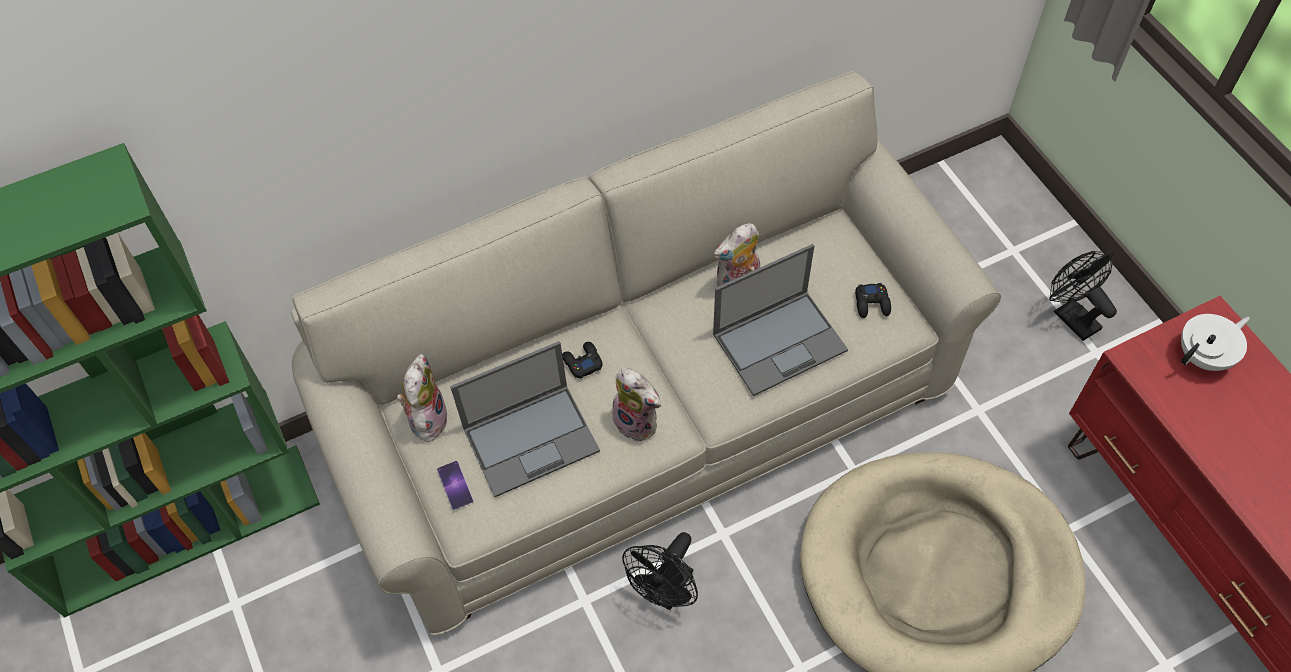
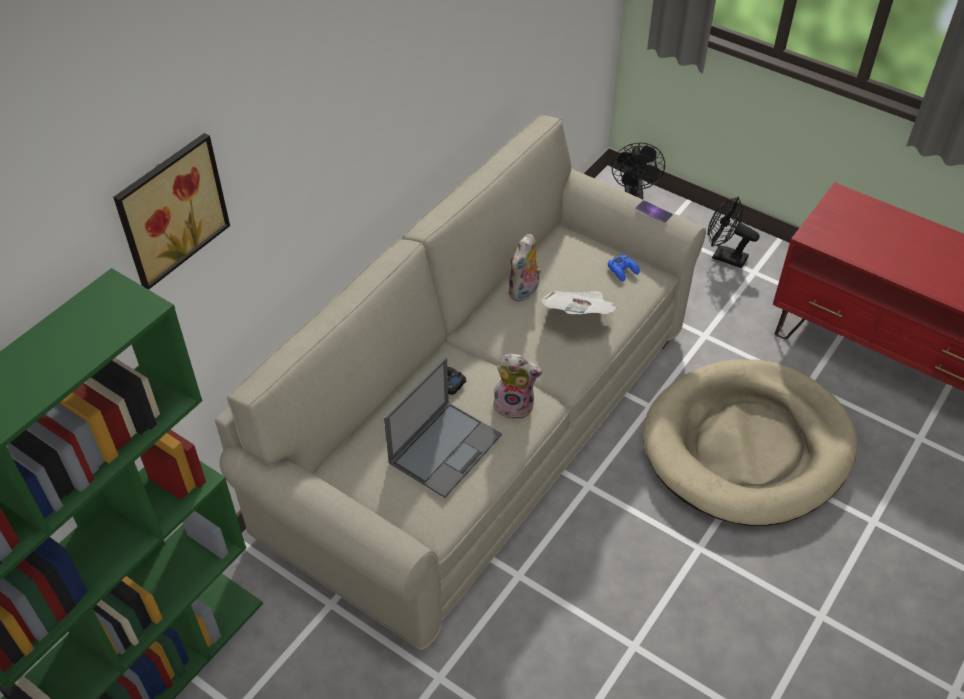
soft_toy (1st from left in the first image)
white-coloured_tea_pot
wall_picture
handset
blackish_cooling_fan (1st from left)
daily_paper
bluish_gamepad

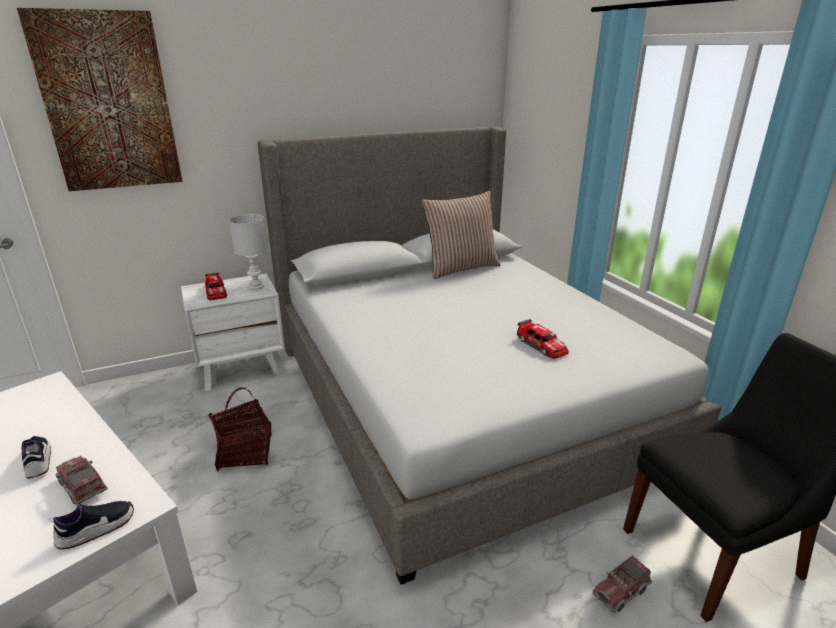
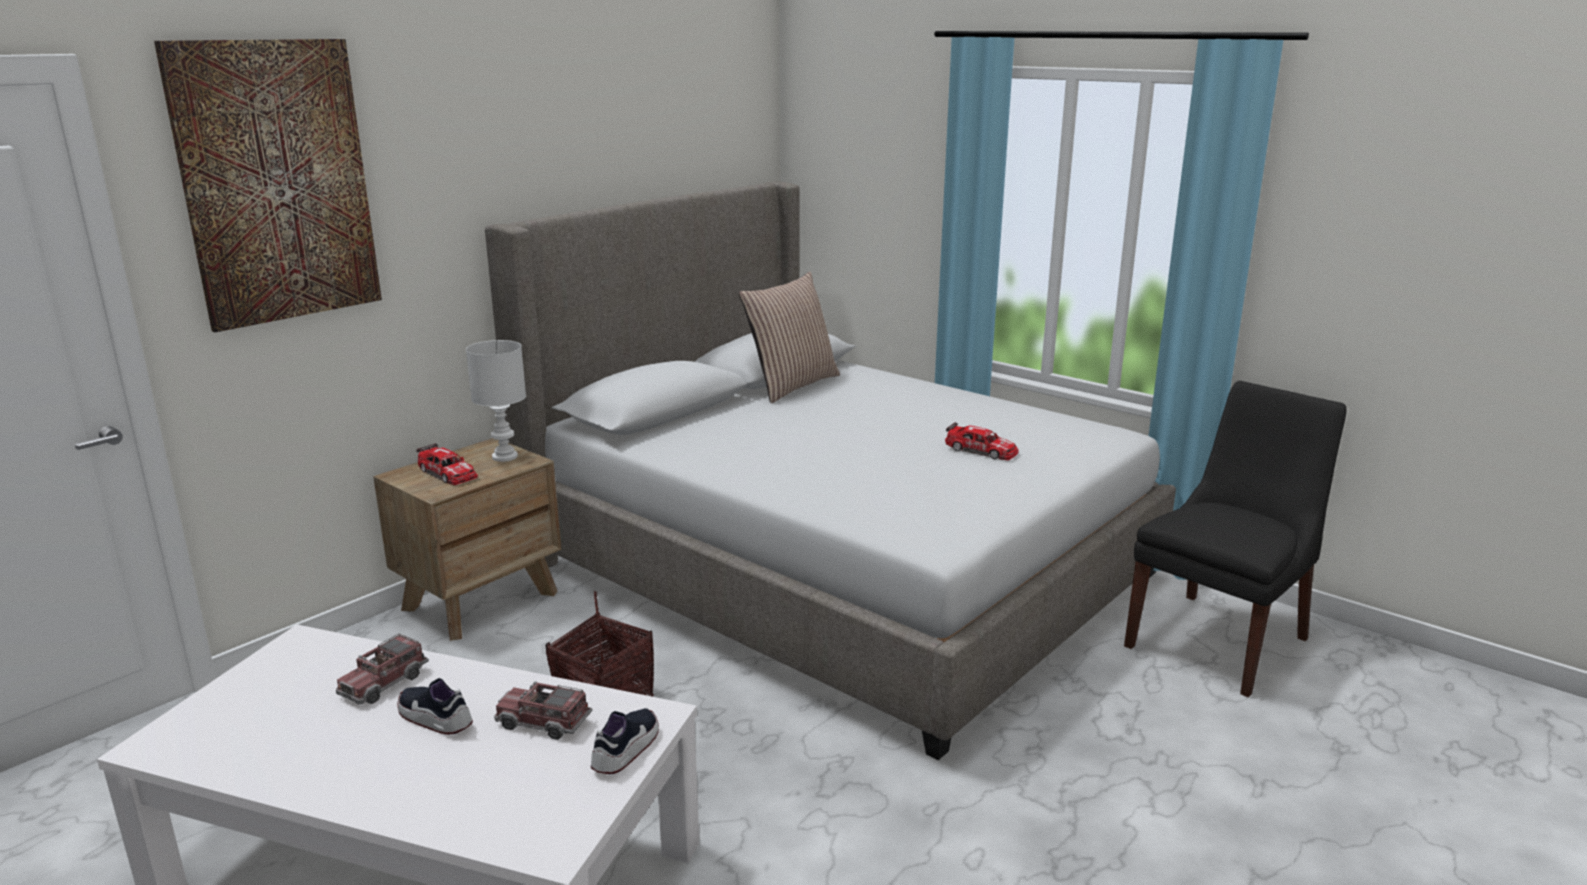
model_truck (1st from left)
brown-coloured_nightstand

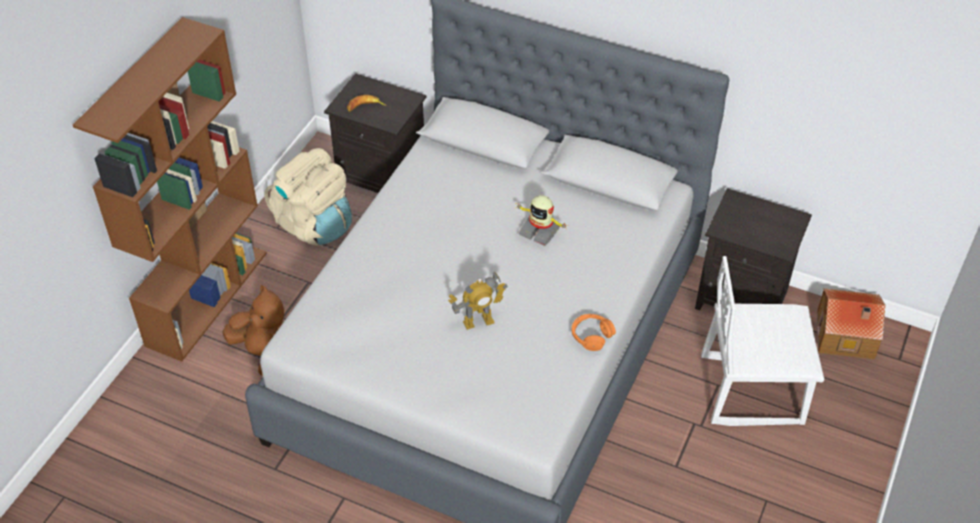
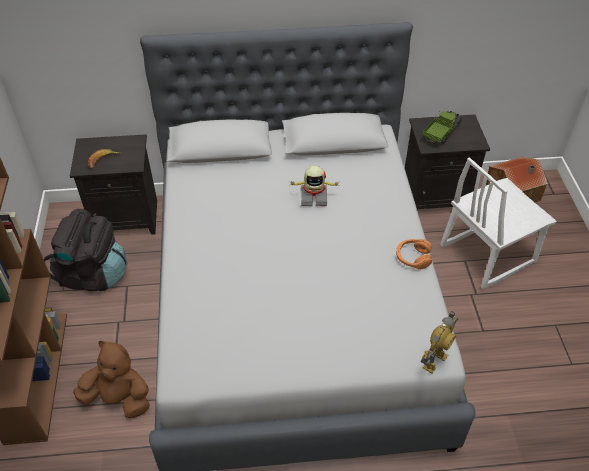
model_truck
robot_figure (2nd from left)
blackish_backpack

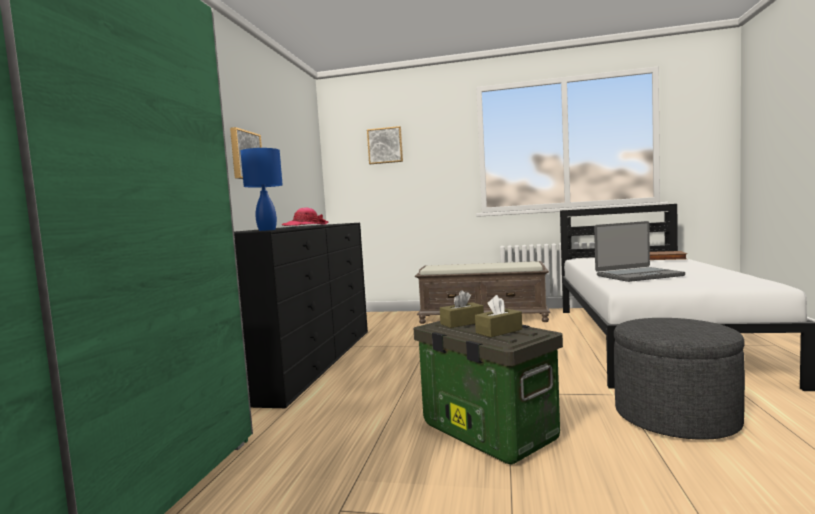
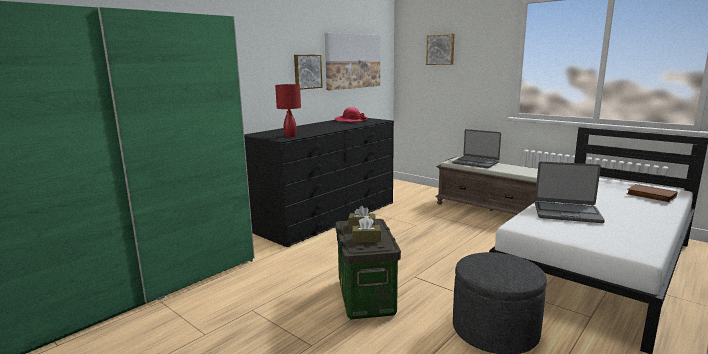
wall_picture (2nd from left)
portable_computer (1st from left)
red-coloured_tabletop_lamp

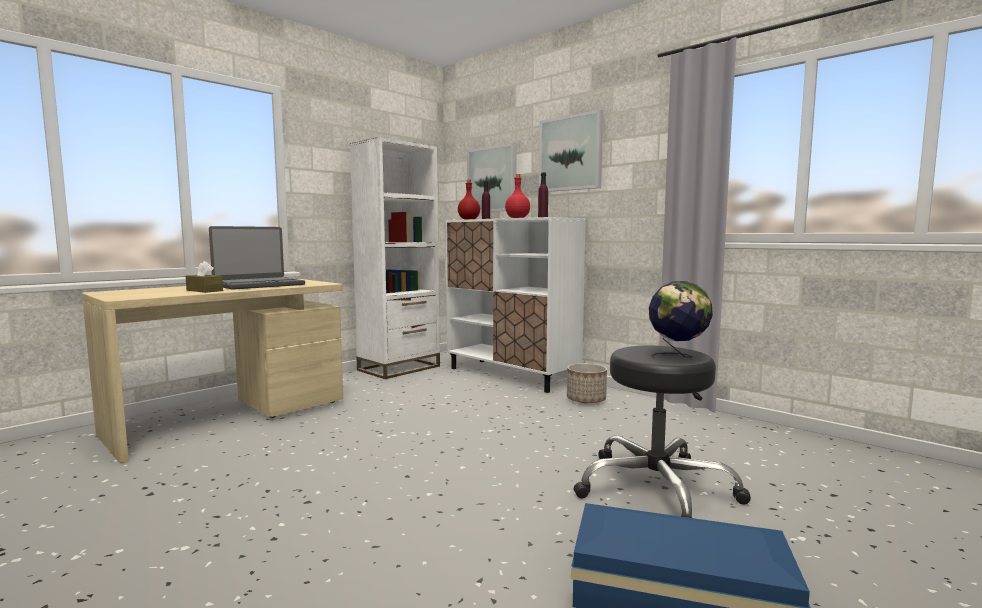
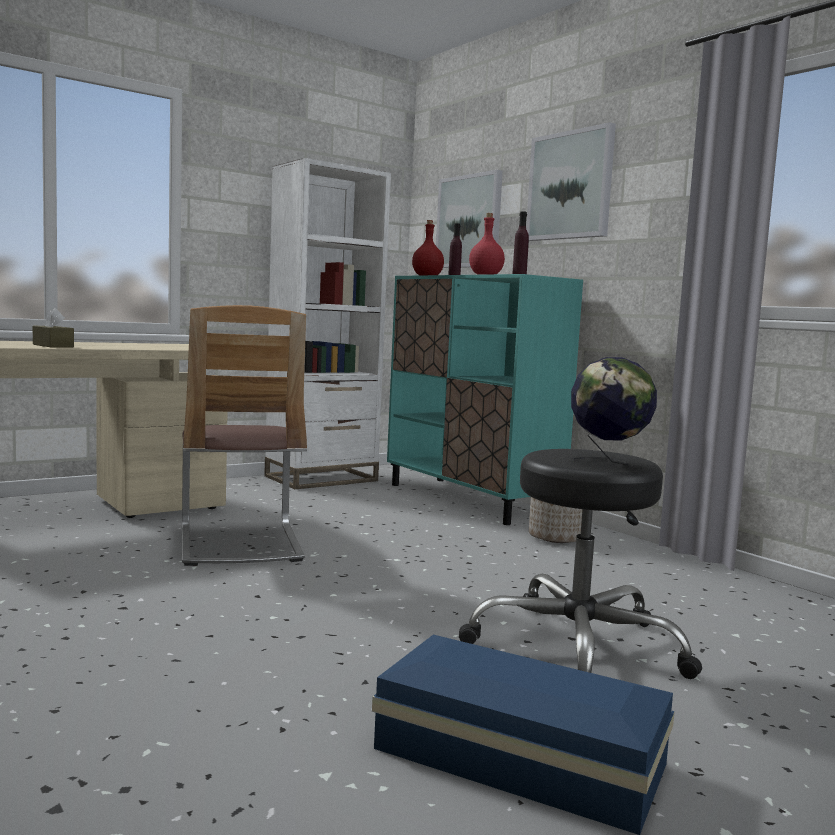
portable_computer
upright_chair
blue-green_cupboard

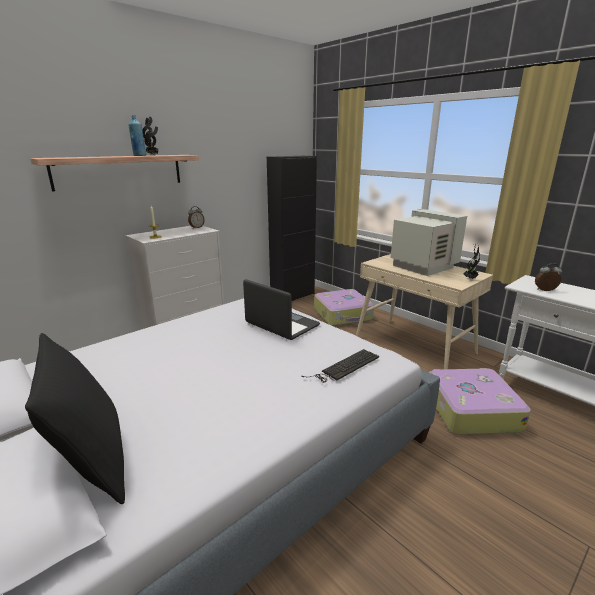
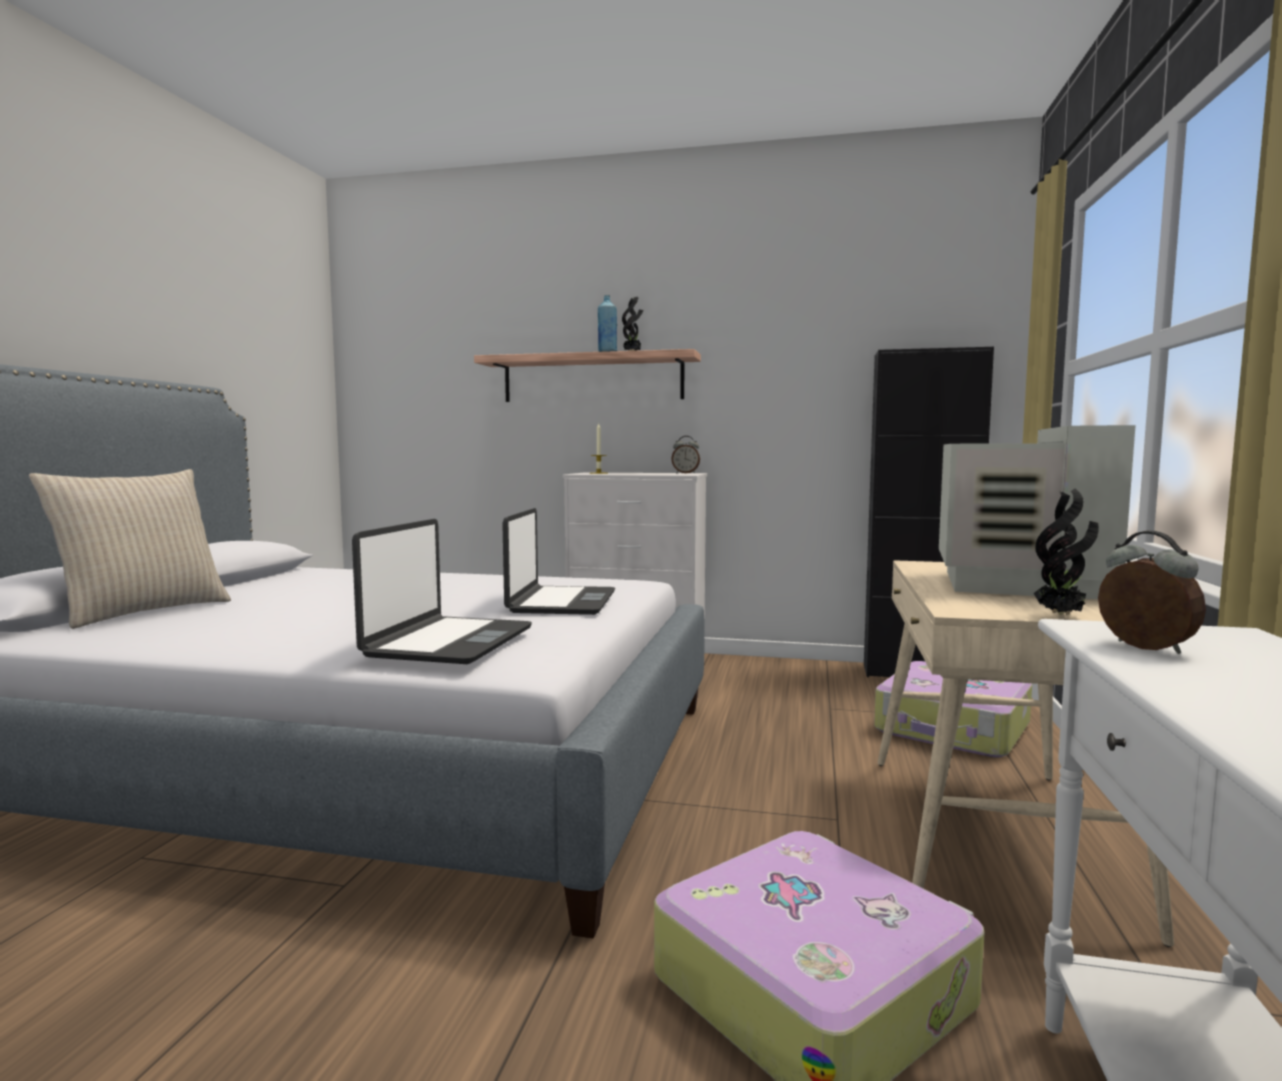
portable_computer (1st from left)
sand-coloured_cushion

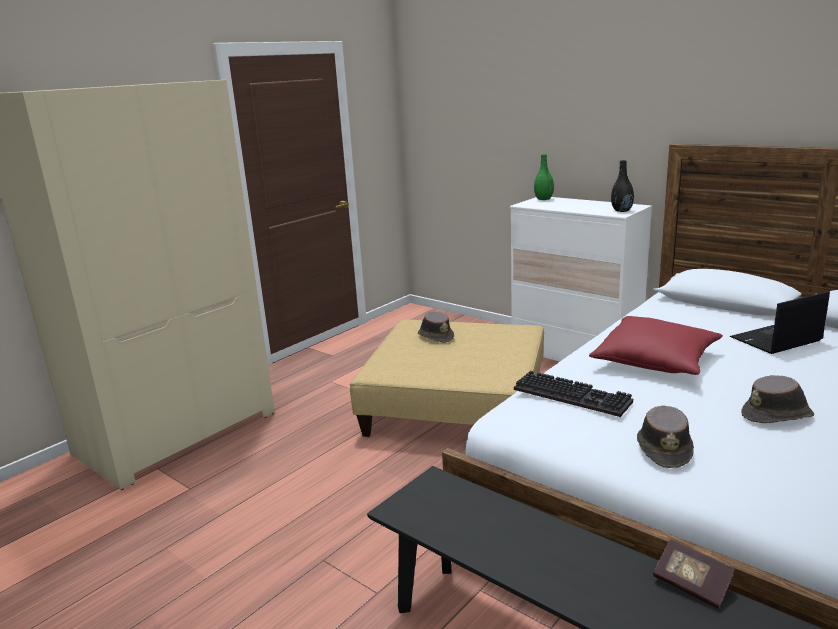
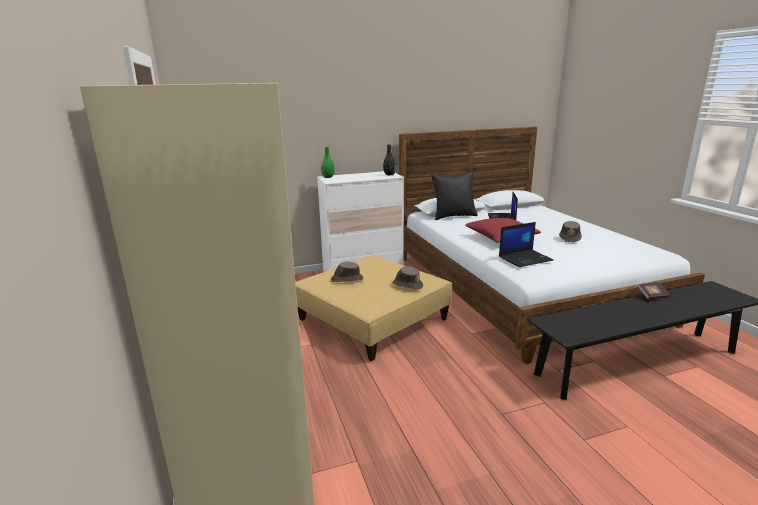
blackish_cushion
brown-coloured_hat (2nd from left)
portable_computer (2nd from left)

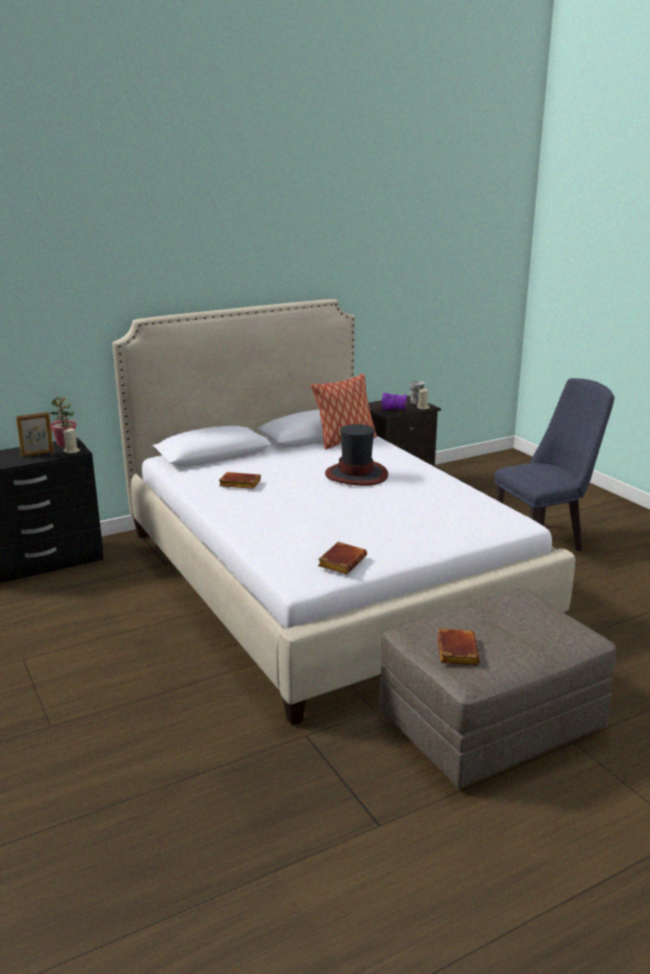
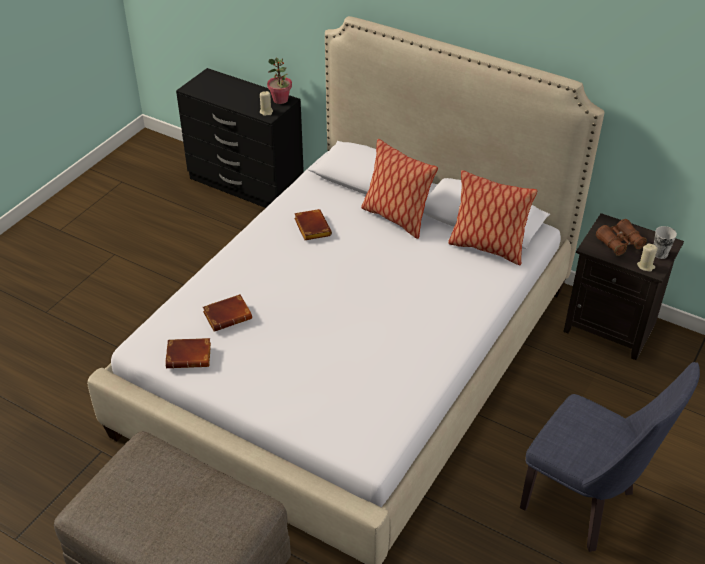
standing_frame
hat
cushion (1st from left)
brown-coloured_volume (2nd from left)
brown-coloured_pair_of_binoculars

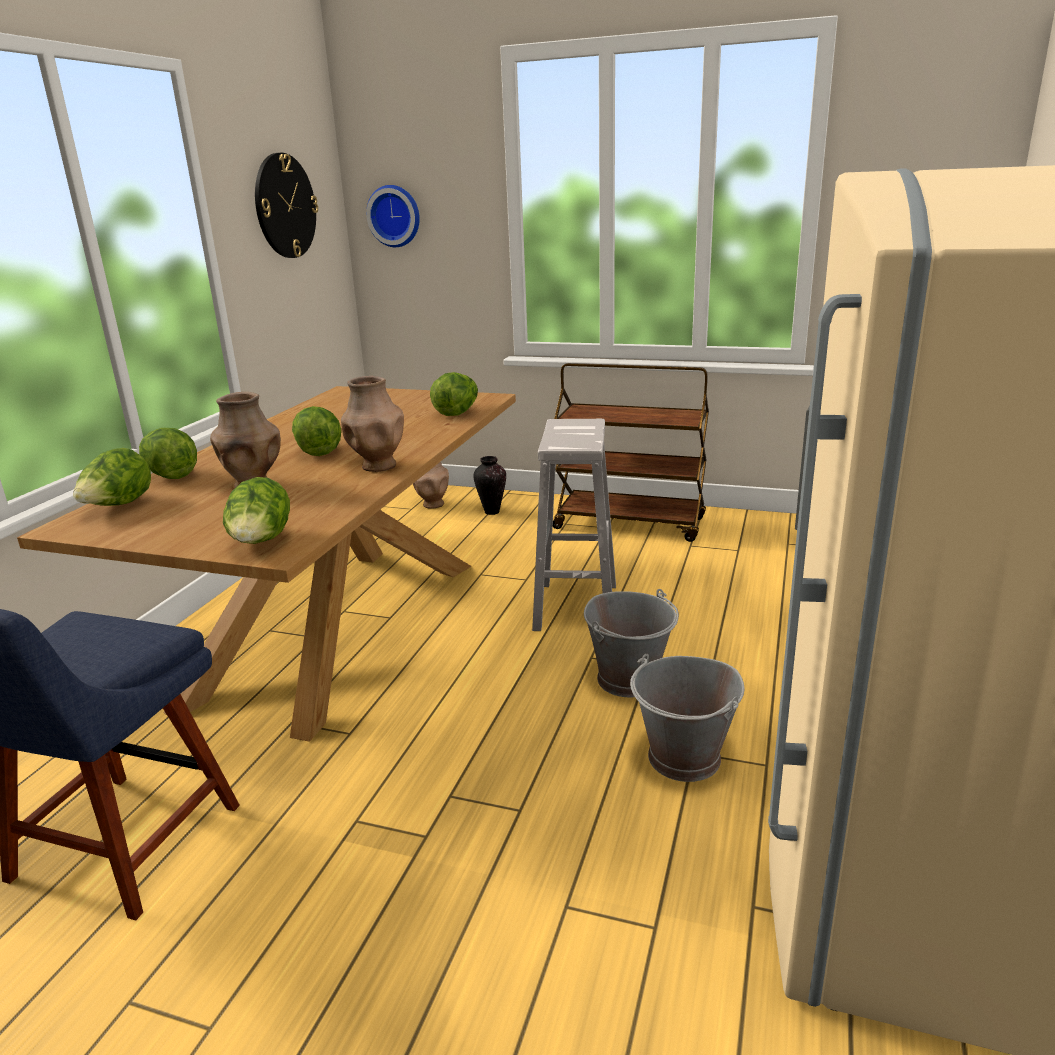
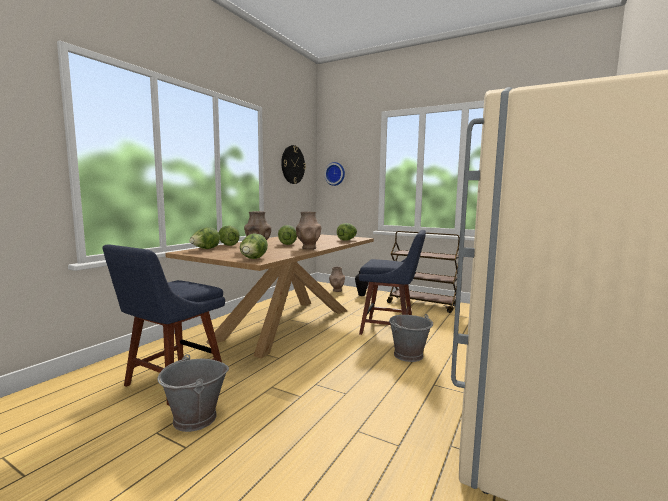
grey_bucket (1st from left)
bluish_upright_chair (2nd from left)

